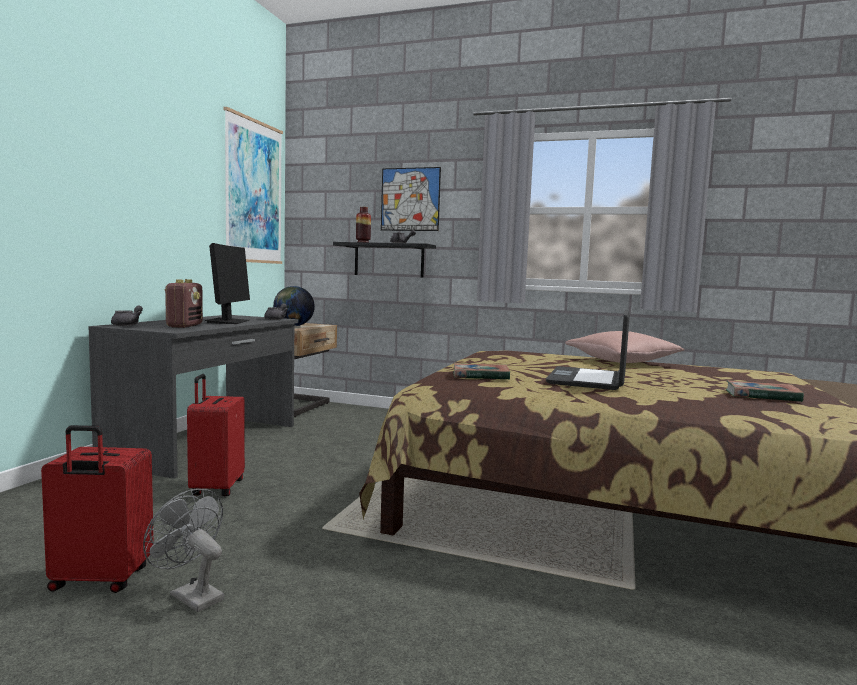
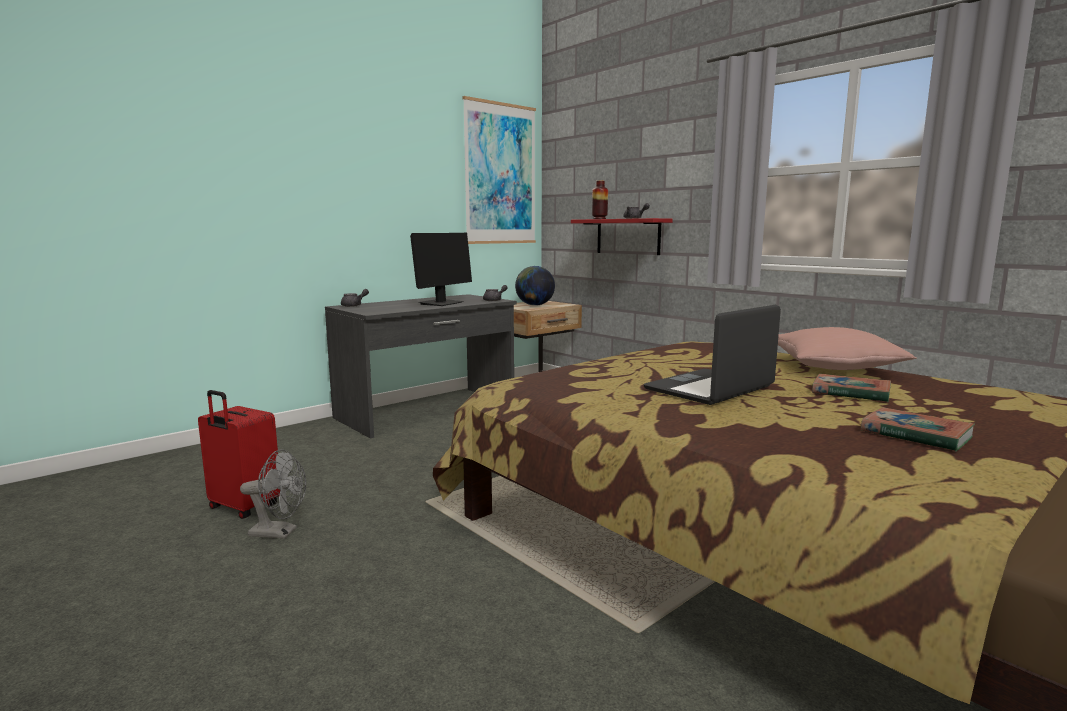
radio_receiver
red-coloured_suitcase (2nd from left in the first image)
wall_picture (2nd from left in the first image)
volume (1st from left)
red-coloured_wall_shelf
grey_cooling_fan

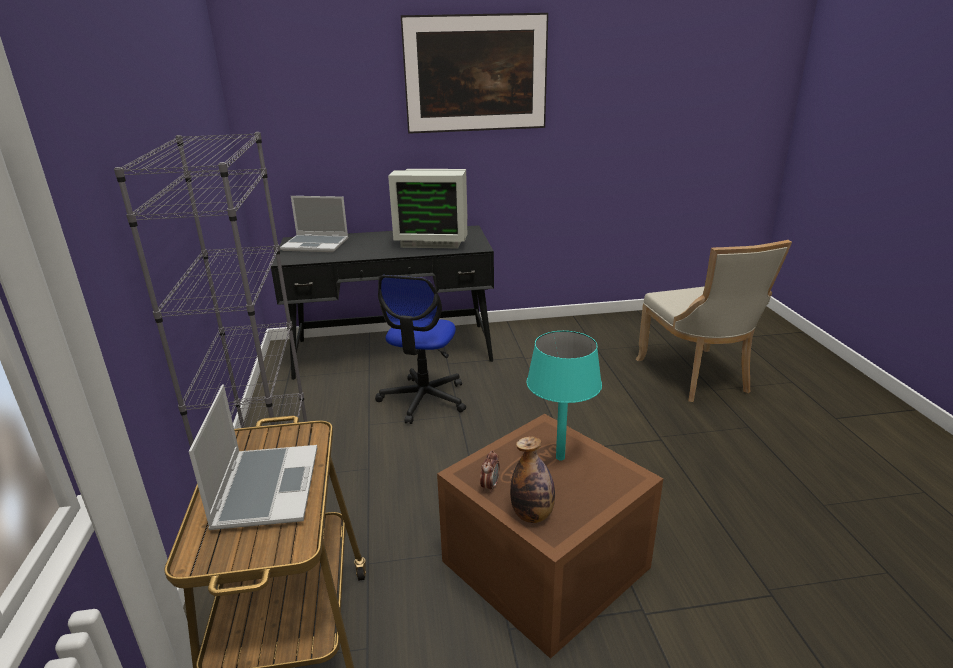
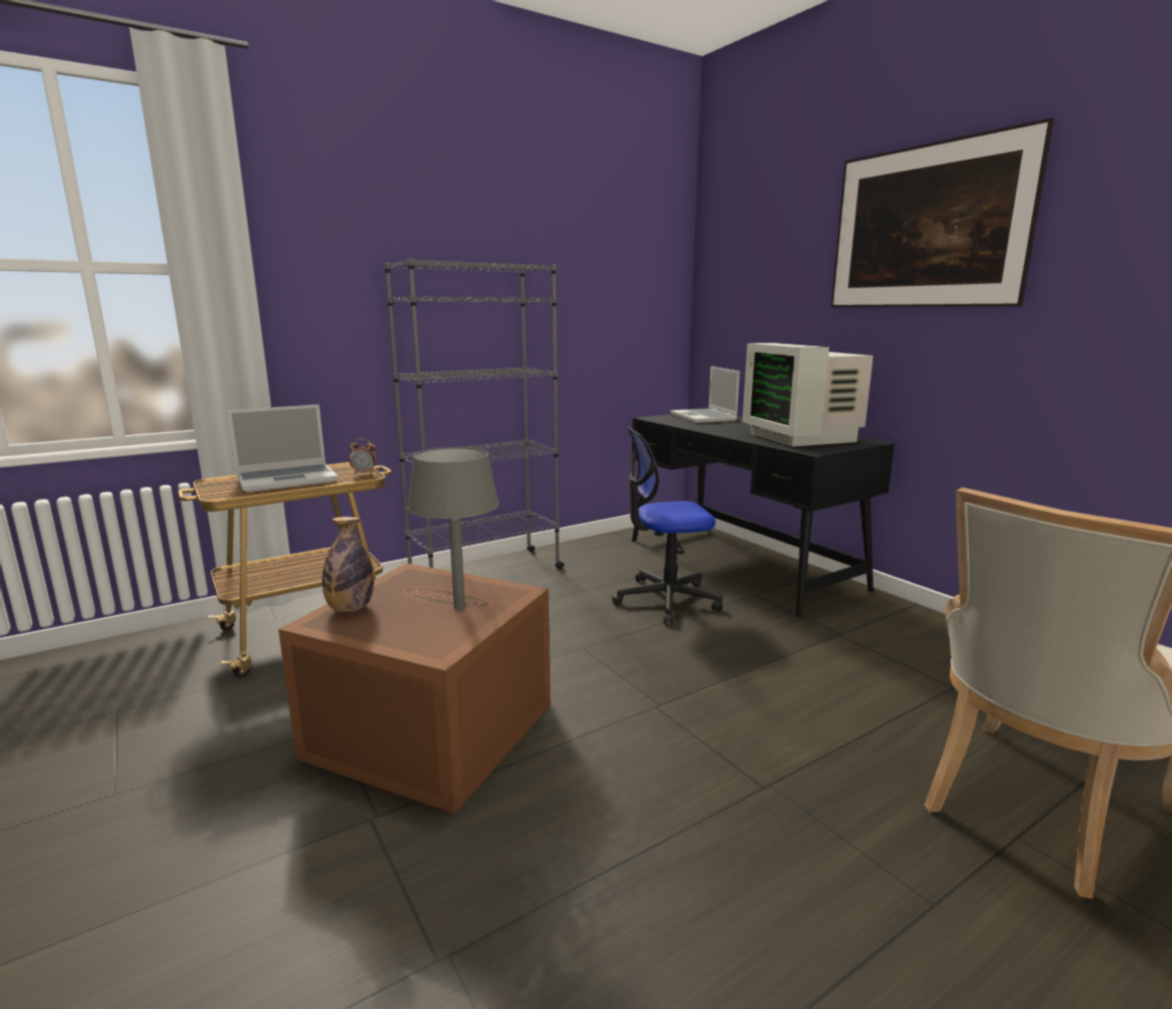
alarm_clock
grey_tabletop_lamp

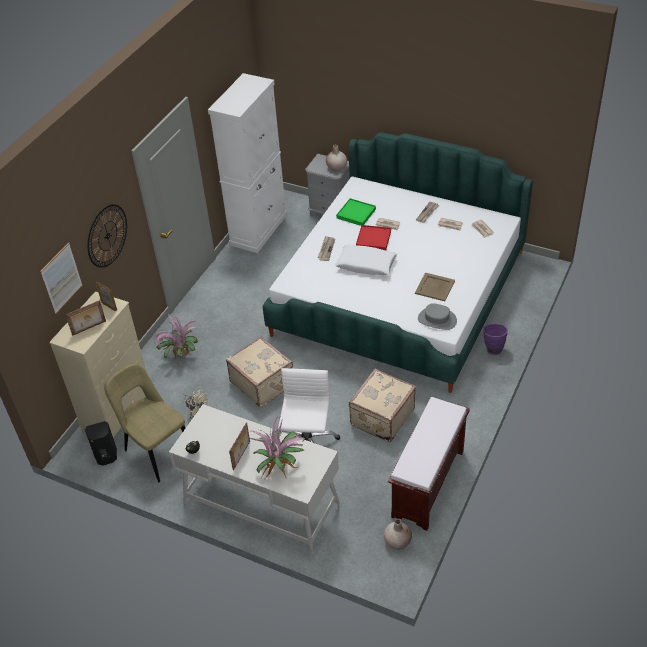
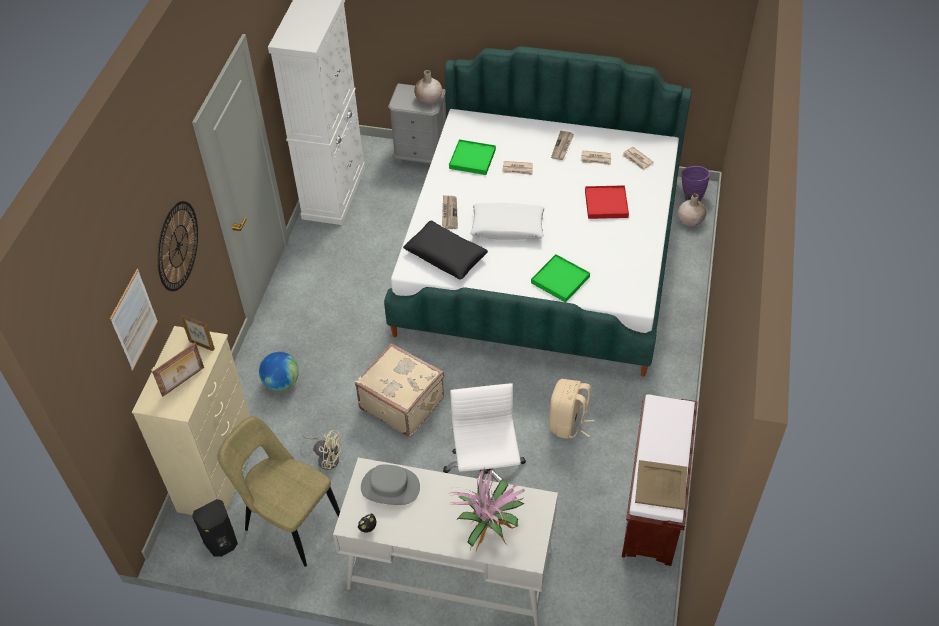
standing_frame (3rd from left in the first image)
blackish_cushion
green_carrying_tray (2nd from left)
red-coloured_carrying_tray
sand-coloured_flower_vase (2nd from left)
sand-coloured_carrying_tray
grey_hat
purplish_flower_vase
desk_globe
sand-coloured_backpack

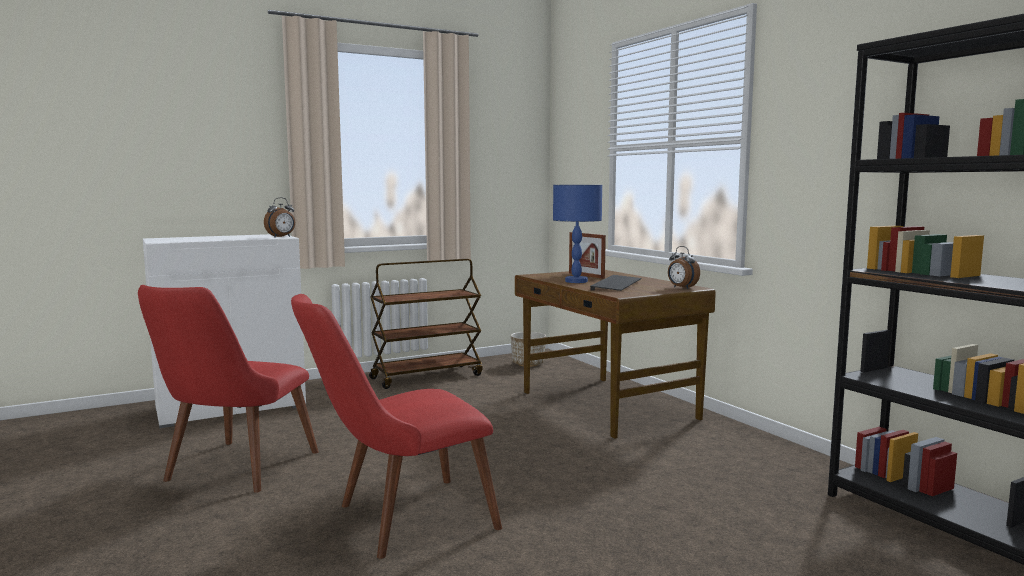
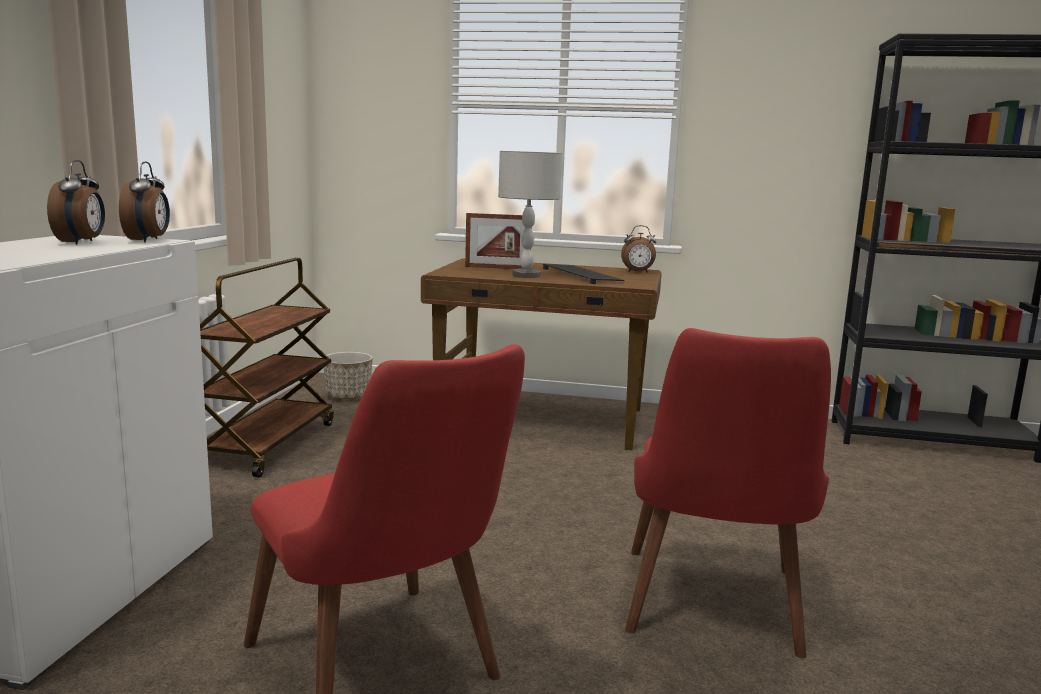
alarm_clock (1st from left)
grey_tabletop_lamp

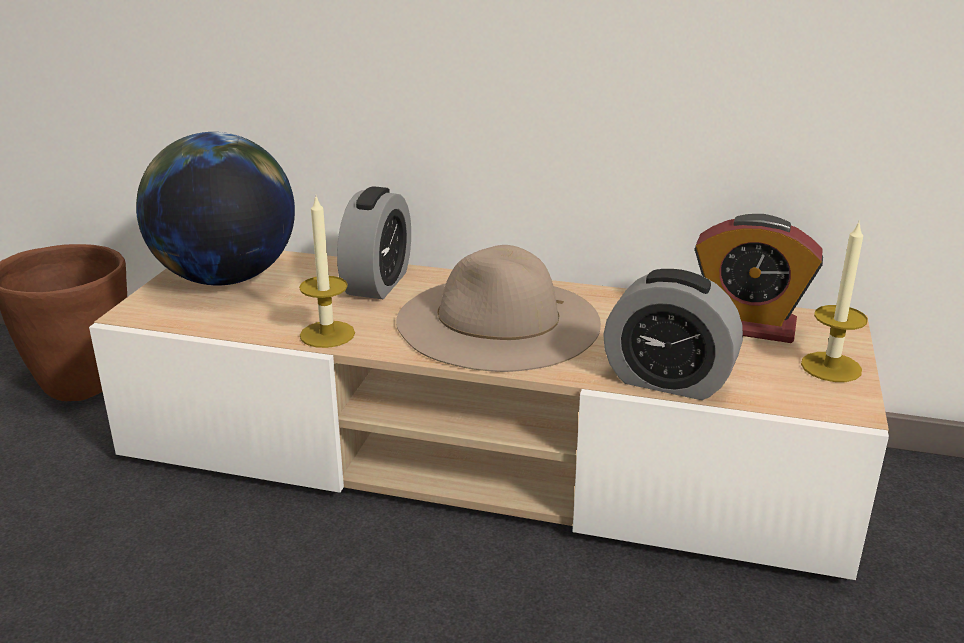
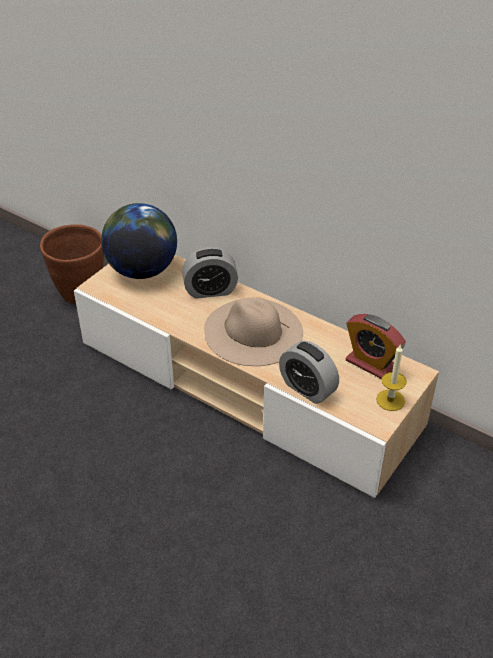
candle (1st from left in the first image)
alarm_clock (1st from left)

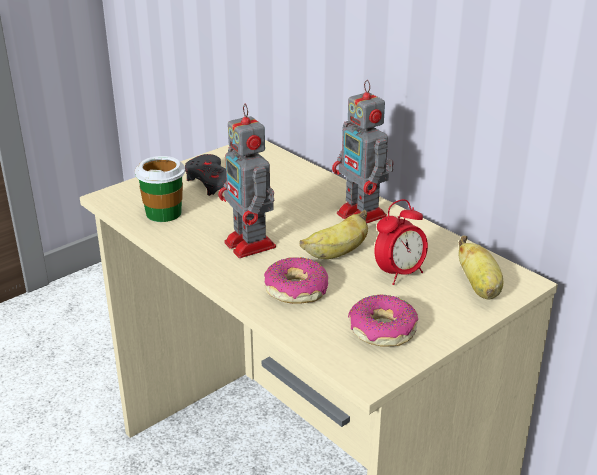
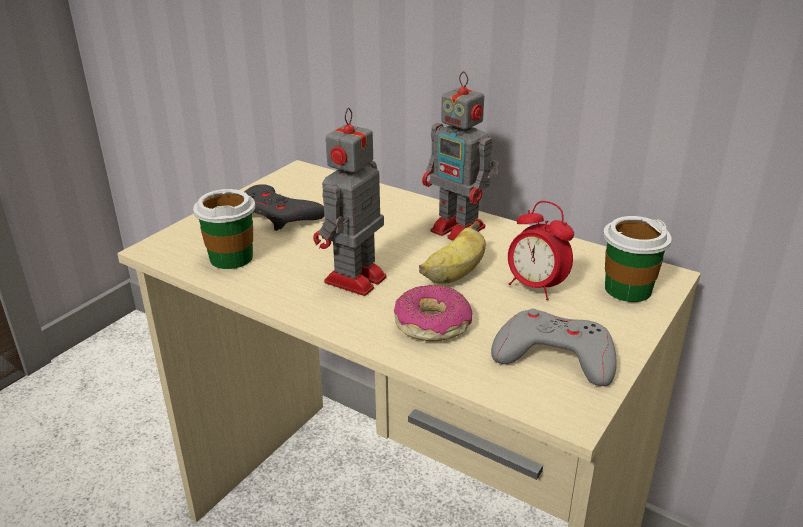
grey_gamepad (2nd from left)
drinking_cup (2nd from left)
robot_figure (1st from left)
alarm_clock

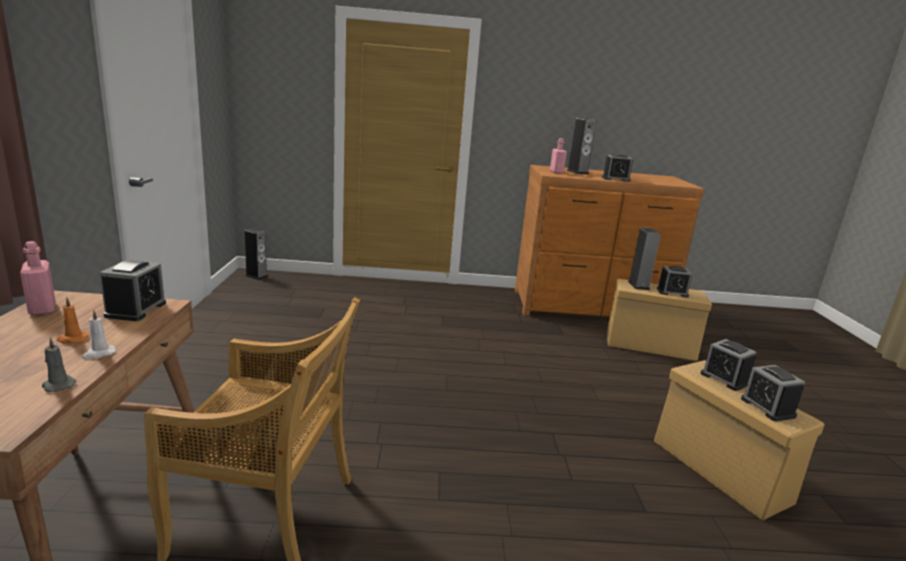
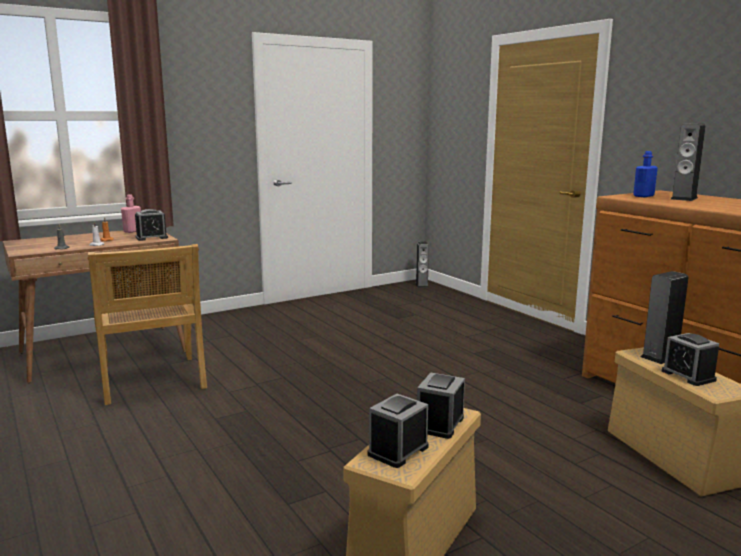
alarm_clock (2nd from left in the first image)
bluish_beverage_bottle

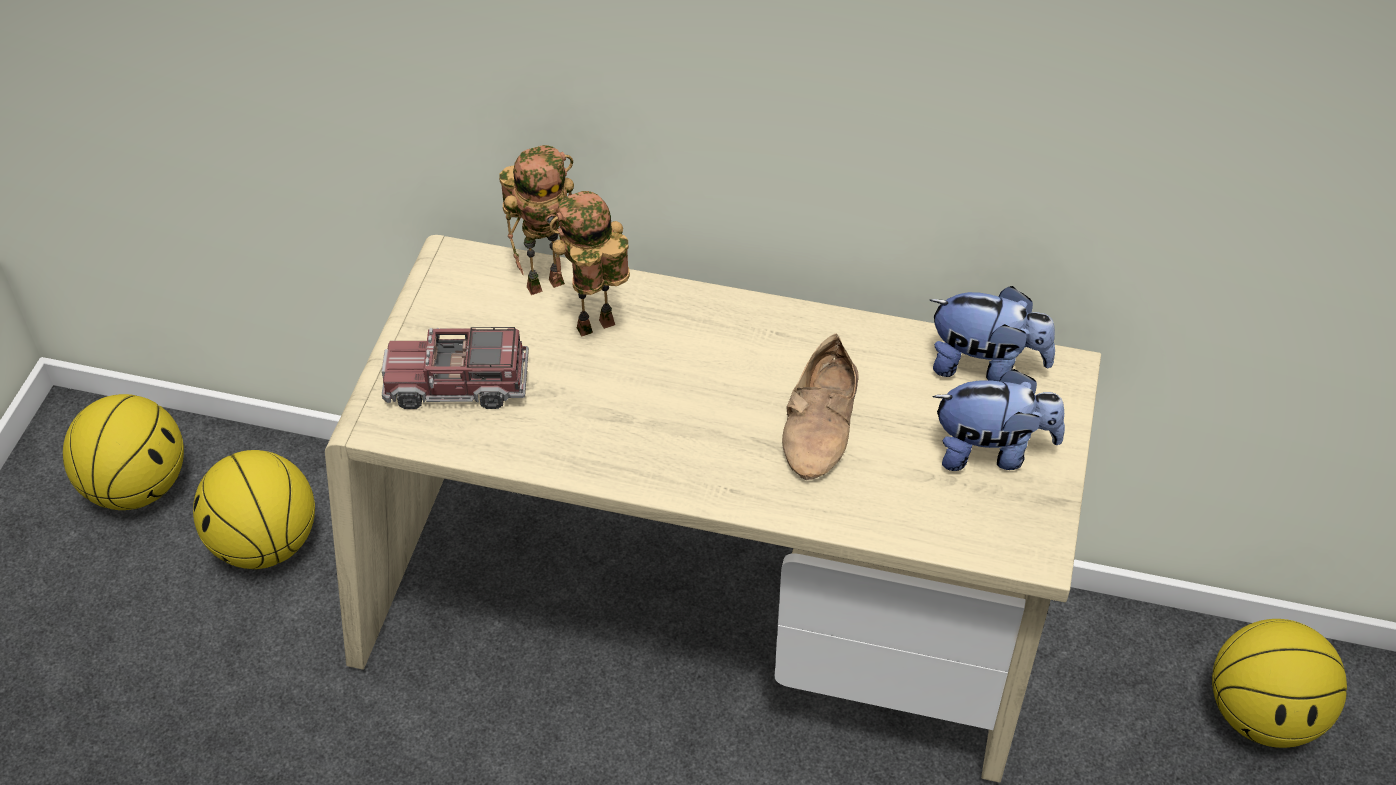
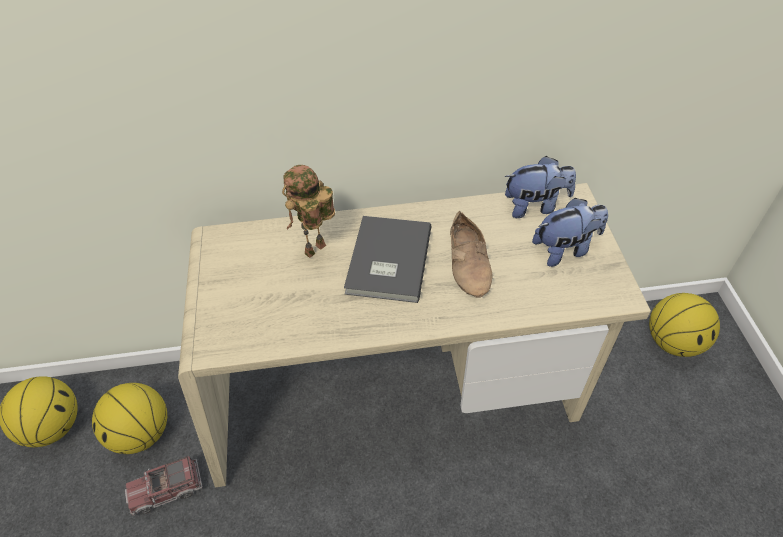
robot_figure (1st from left in the first image)
grey_volume
model_truck

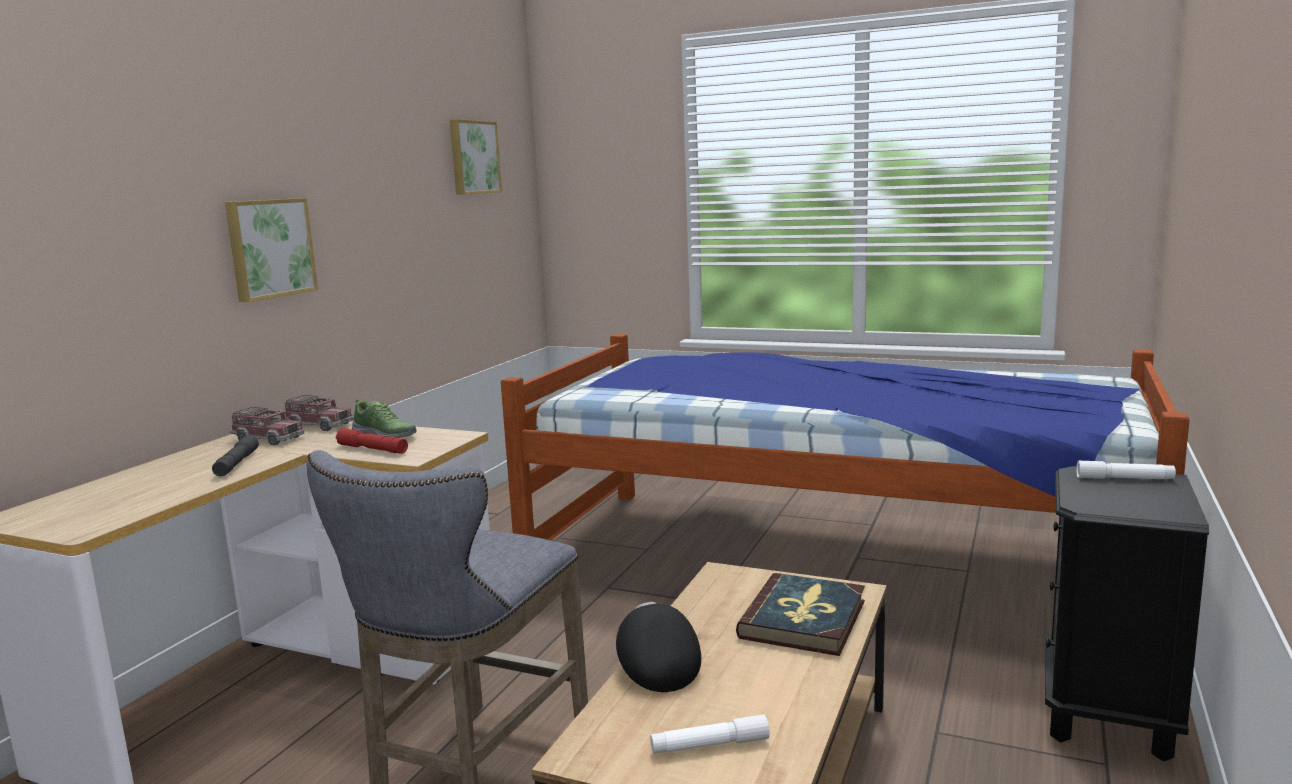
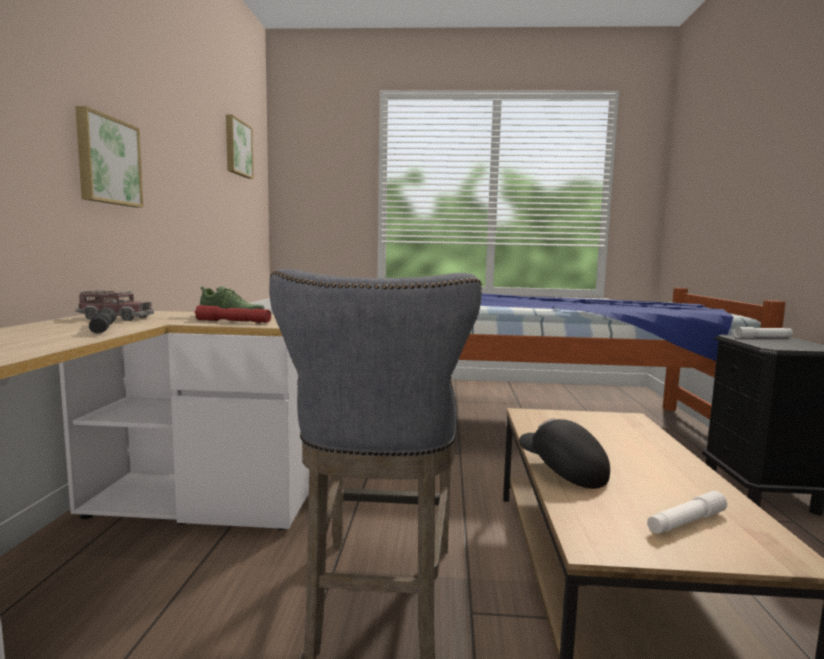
model_truck (2nd from left in the first image)
volume

